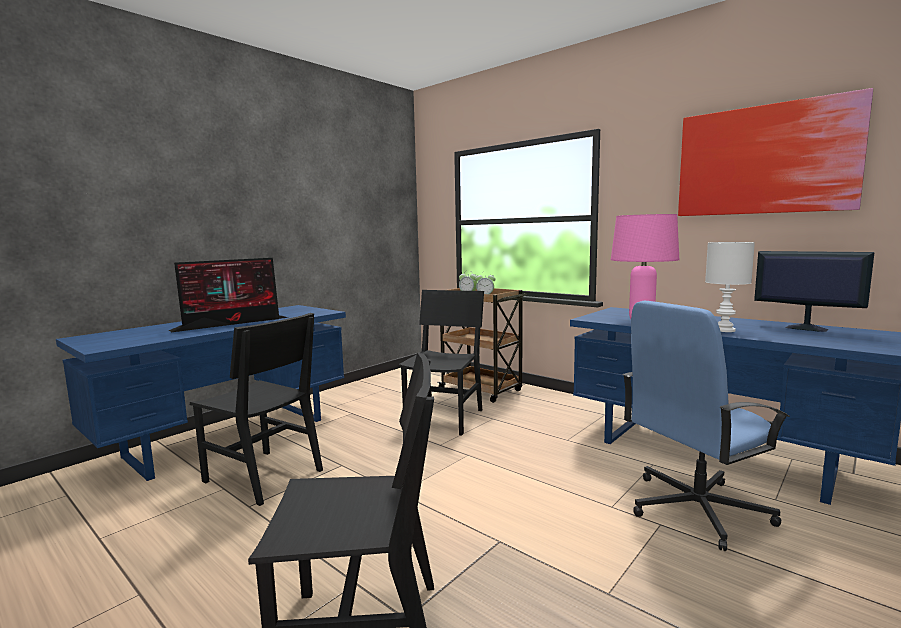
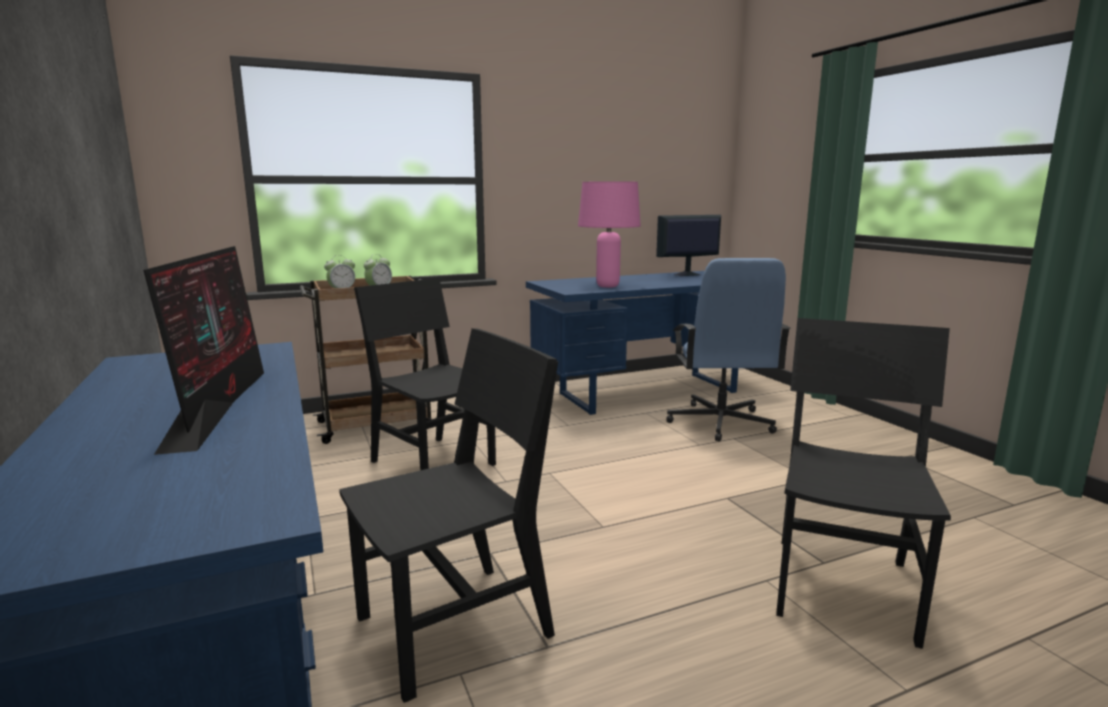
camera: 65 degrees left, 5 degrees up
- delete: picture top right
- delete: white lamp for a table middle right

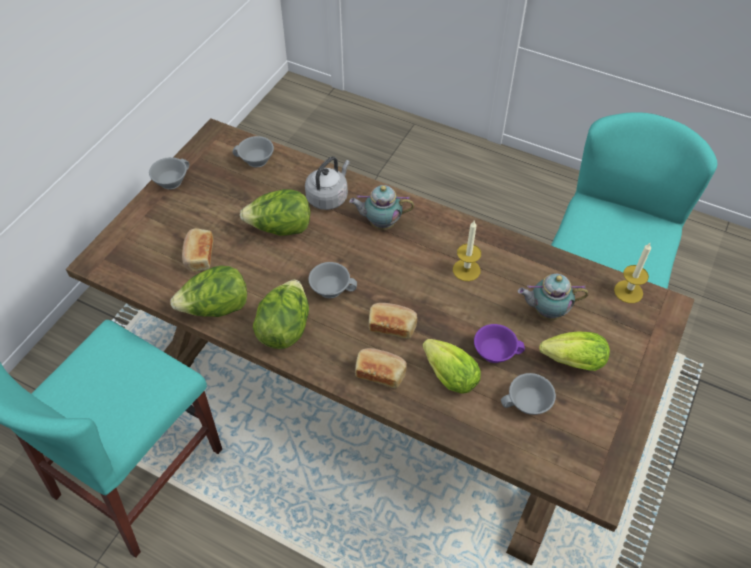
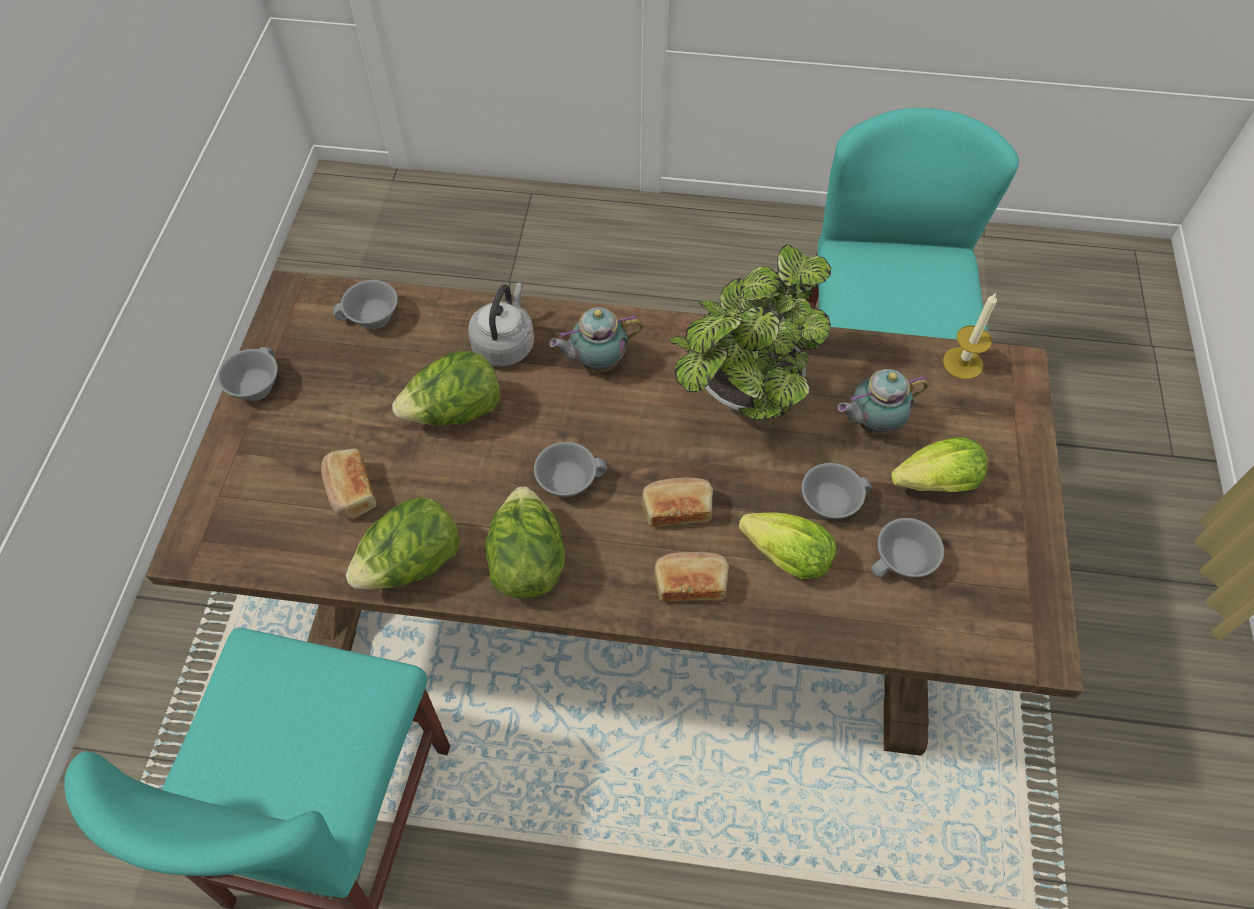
camera: 20 degrees left, 5 degrees up
- replace: candle (1st from left) centre to potted plant centre
- recolor: purple-coloured drinking cup centre to gray drinking cup (4th from left) middle right

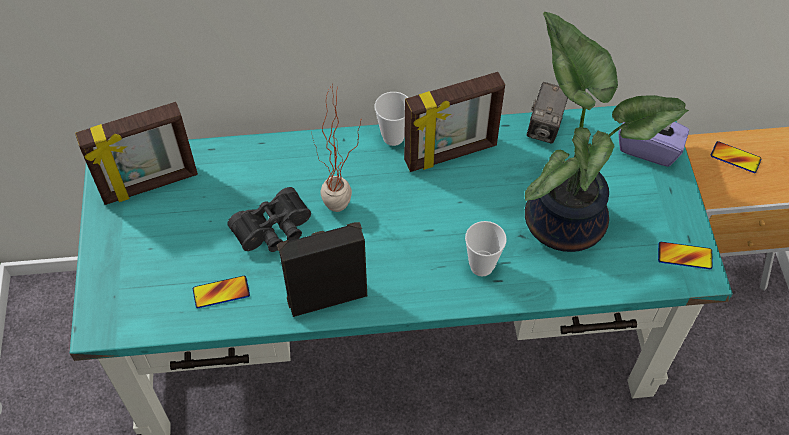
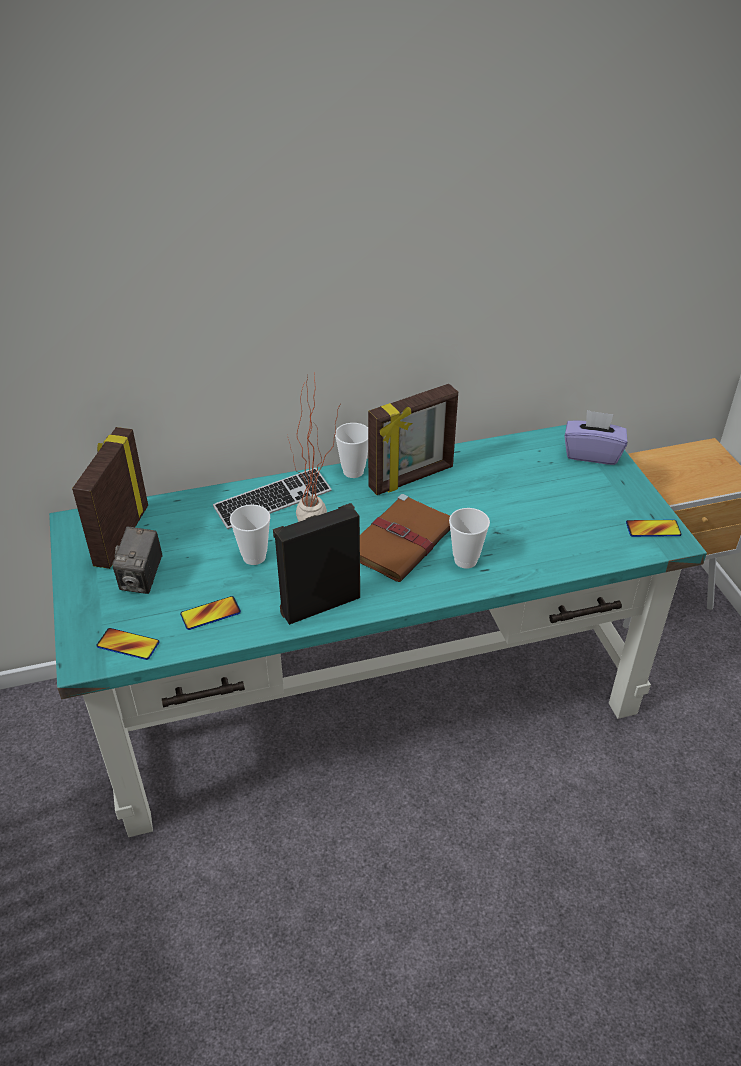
camera: 10 degrees left, 15 degrees down
- delete: potted plant (2nd from left) top right
- insert: PC keyboard centre
- insert: brown-coloured book centre
- move: photo camera top right to middle left
- move: handset (3rd from left in the first image) middle right to handset (1st from left) middle left
- replace: black-coloured pair of binoculars centre to drinking cup (1st from left) centre
- rotate: standing frame (1st from left) middle left = middle left 135 degrees clockwise

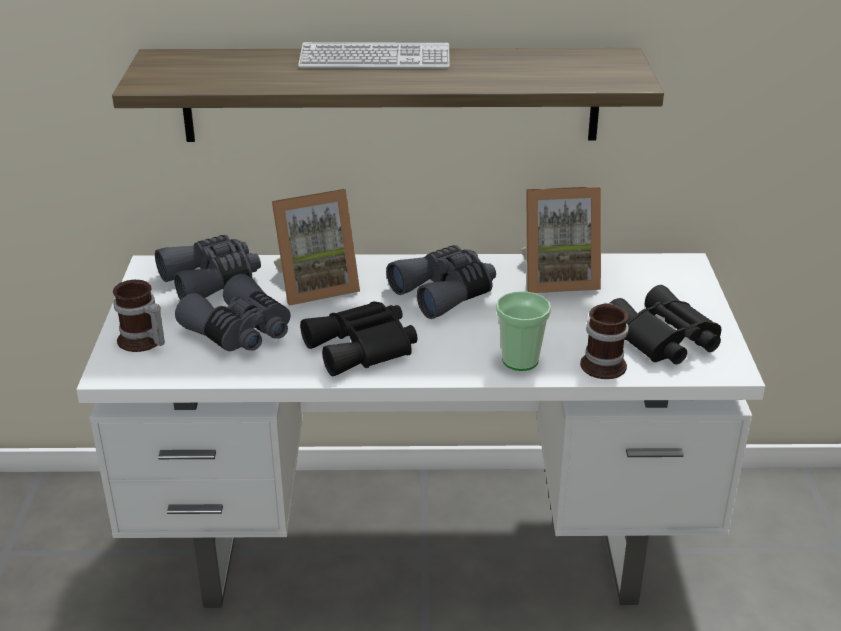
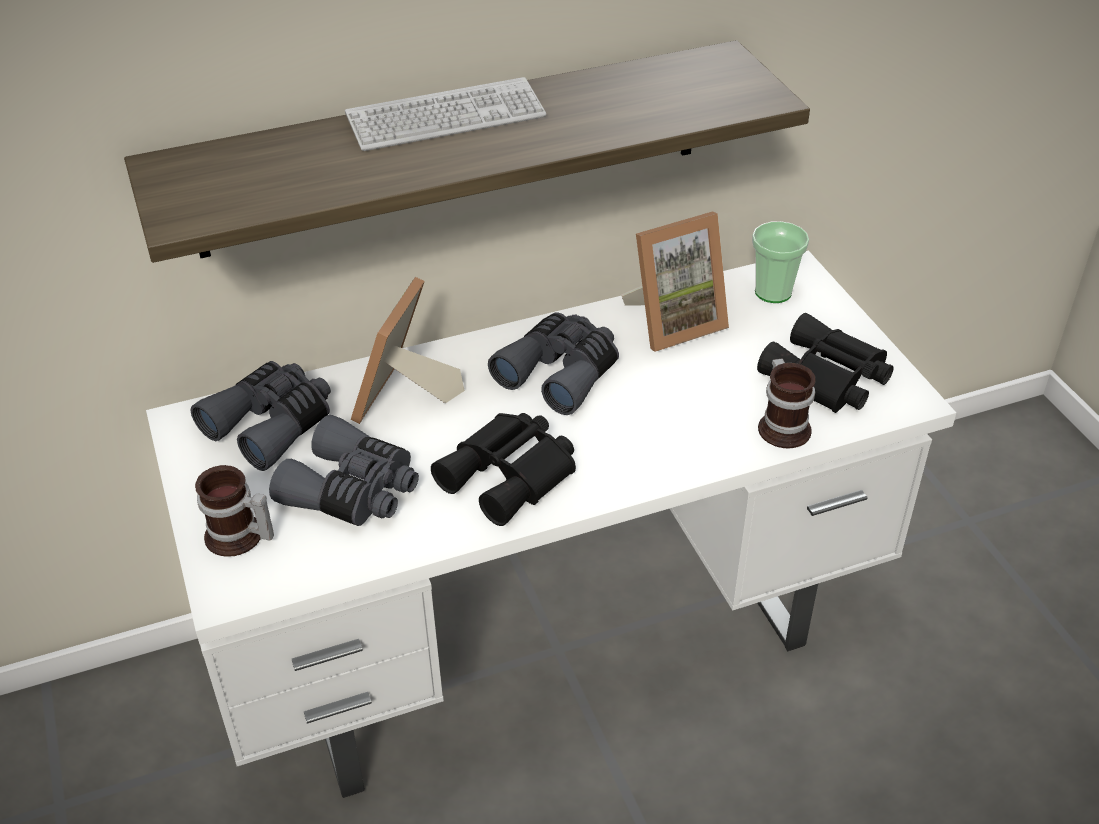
camera: 20 degrees left, 10 degrees up
- move: drinking cup centre to top right
- rotate: standing frame (1st from left) centre = centre 150 degrees clockwise

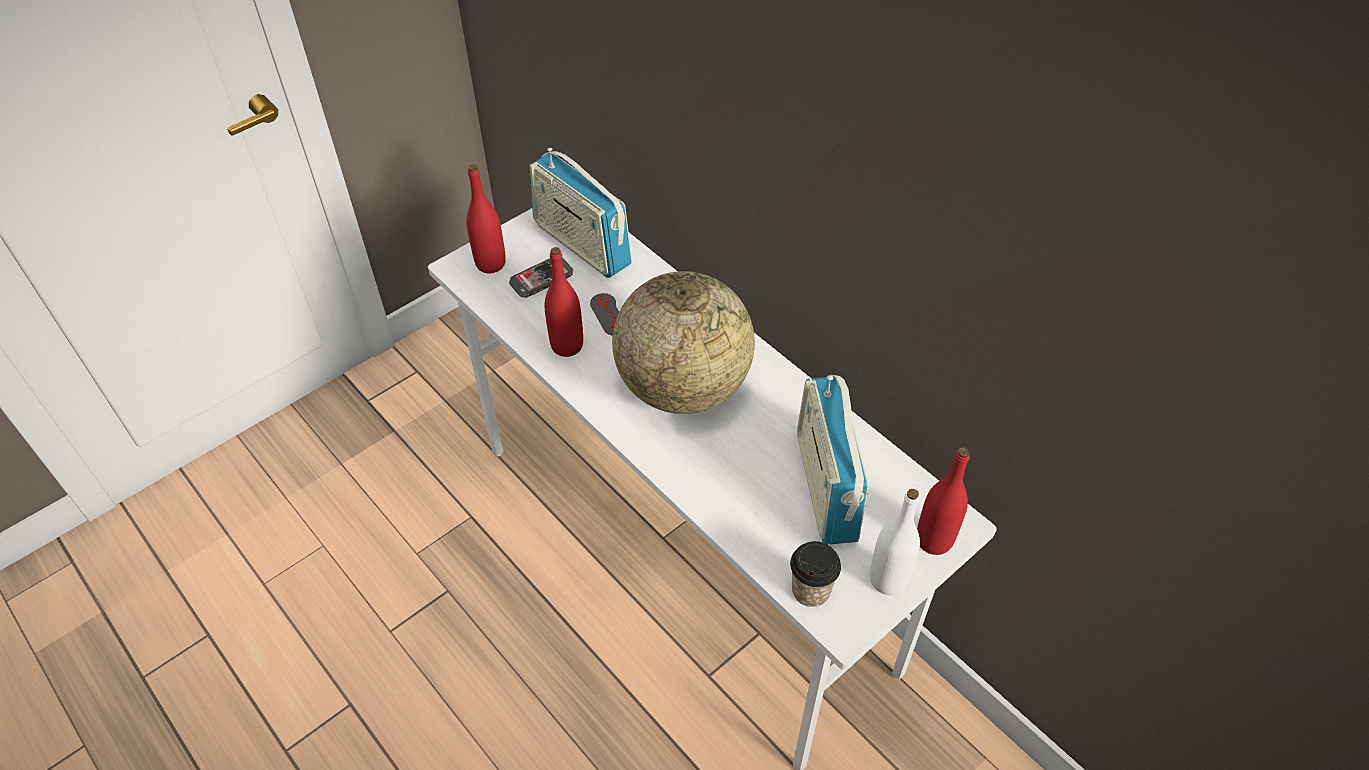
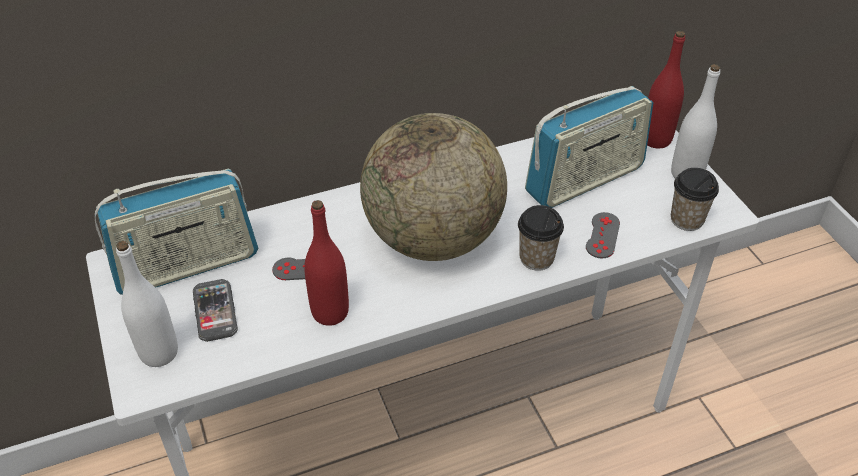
camera: 70 degrees left, 5 degrees down
- insert: drinking cup (1st from left) centre
- insert: gray gamepad (2nd from left) middle right
- recolor: red-coloured drink bottle (1st from left) top centre to white drink bottle (1st from left) middle left
- rotate: radio (2nd from left) centre = top right 45 degrees counterclockwise

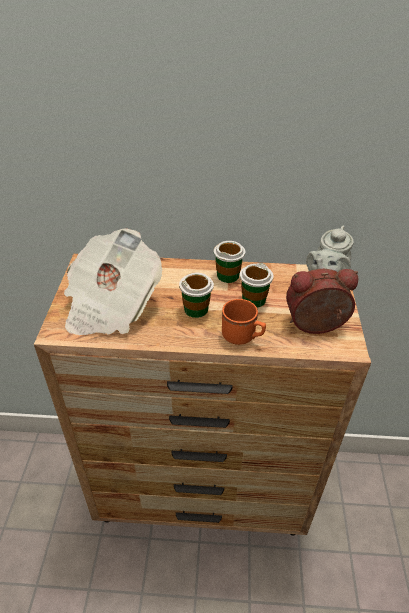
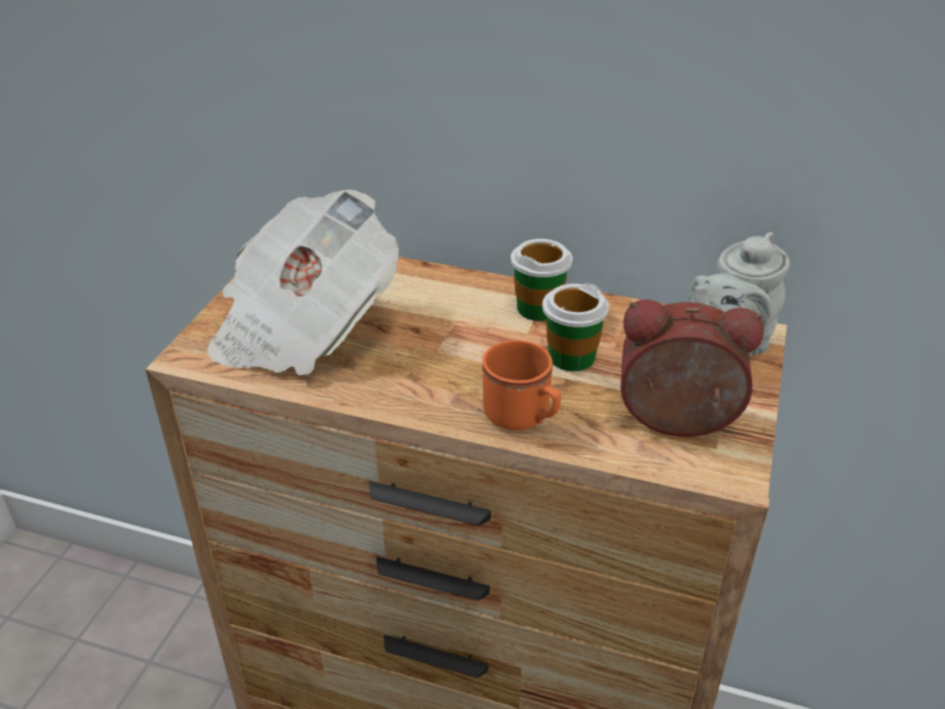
camera: 15 degrees right, 5 degrees down
- delete: drinking cup (1st from left) centre

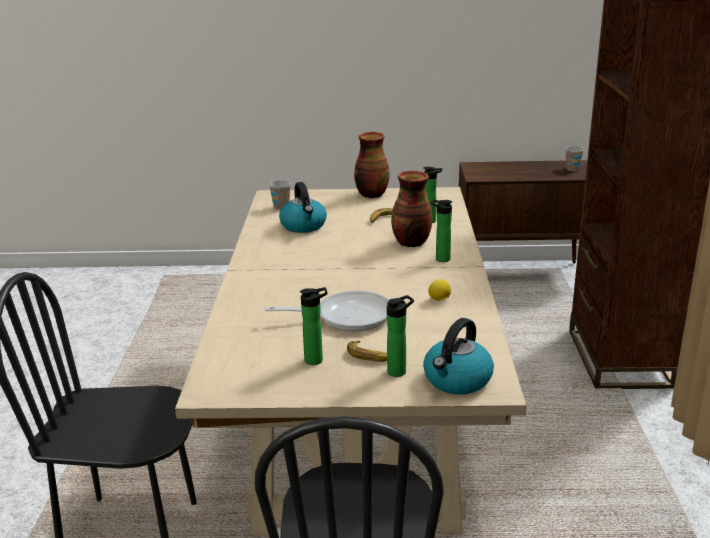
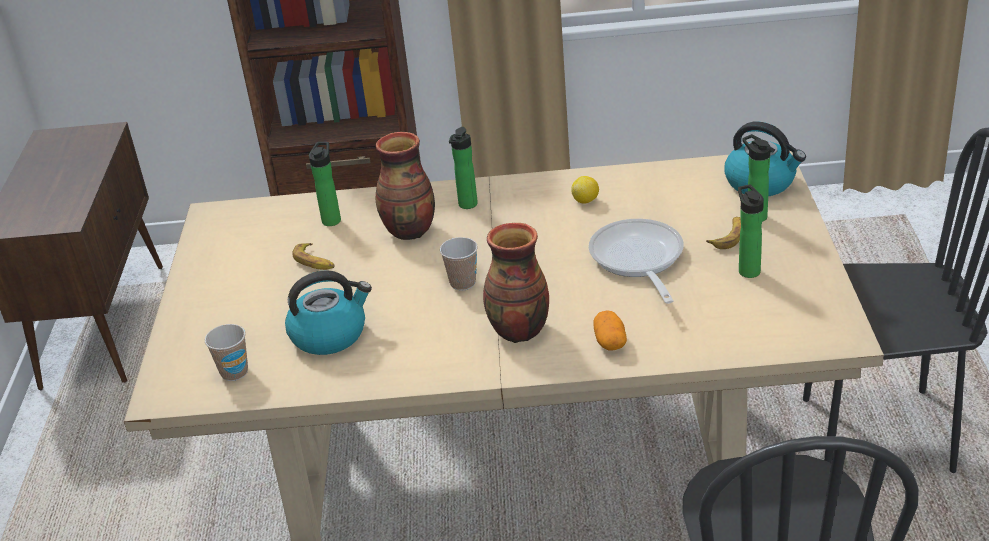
camera: 90 degrees left, 10 degrees up
- insert: whole potato centre
- move: decorative vase (1st from left in the first image) top centre to decorative vase (2nd from left) centre
- move: drinking cup (2nd from left) top right to centre

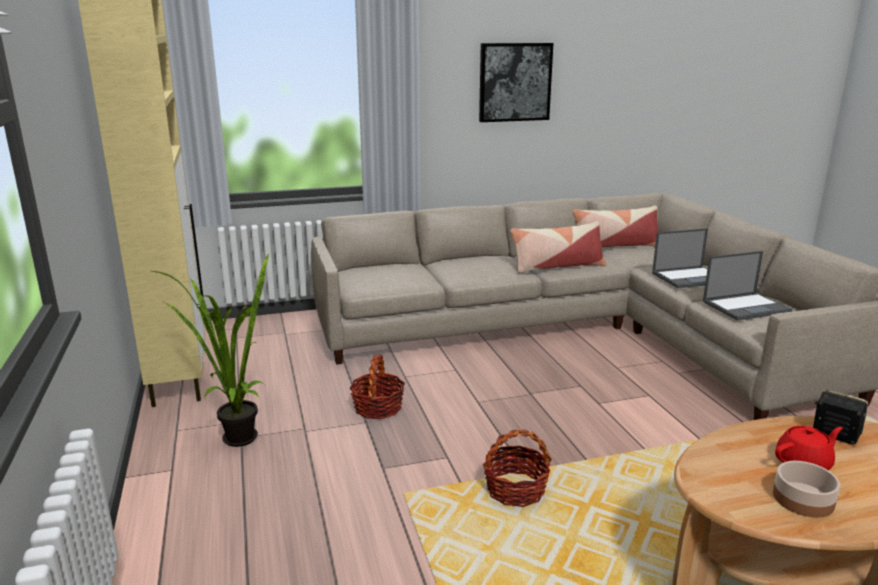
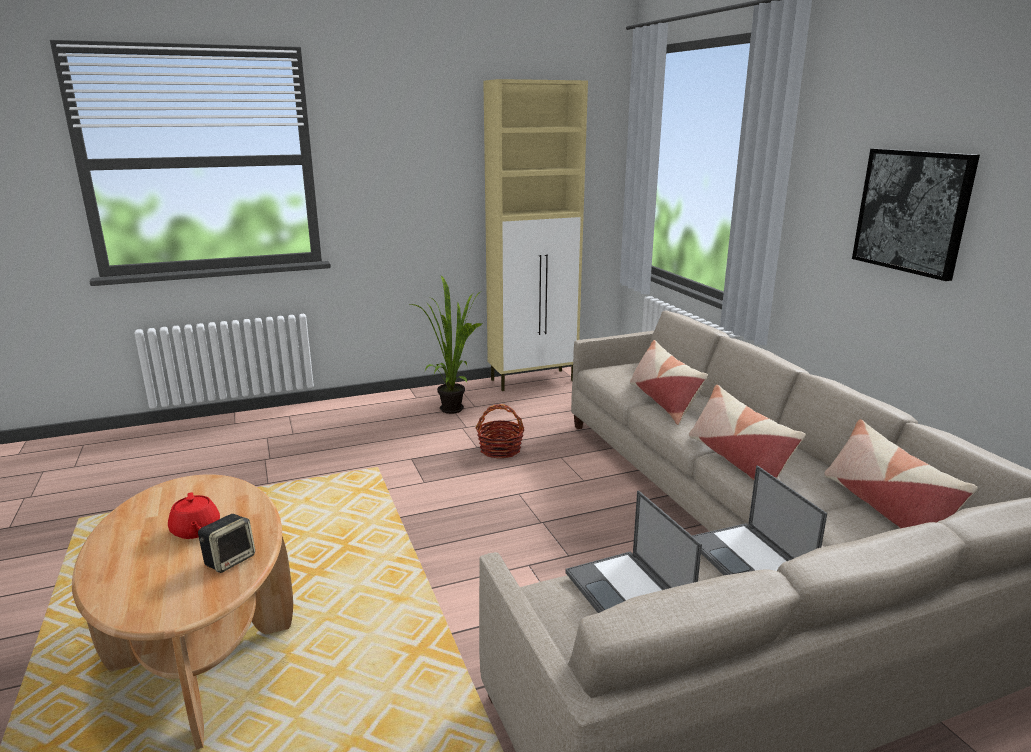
camera: 85 degrees right, 0 degrees up
- delete: basket (2nd from left) bottom centre
- delete: serving bowl bottom right
- insert: throw pillow (1st from left) centre

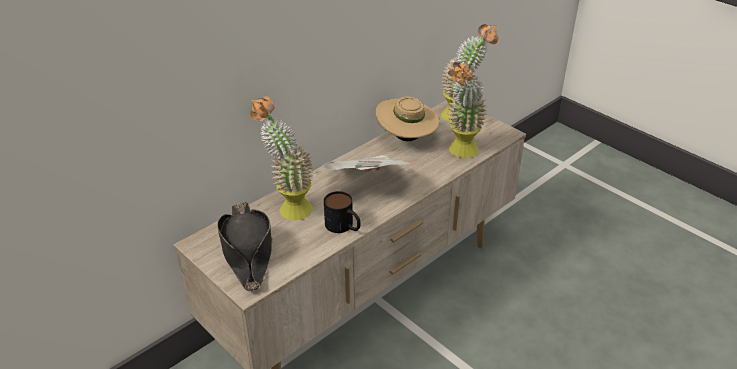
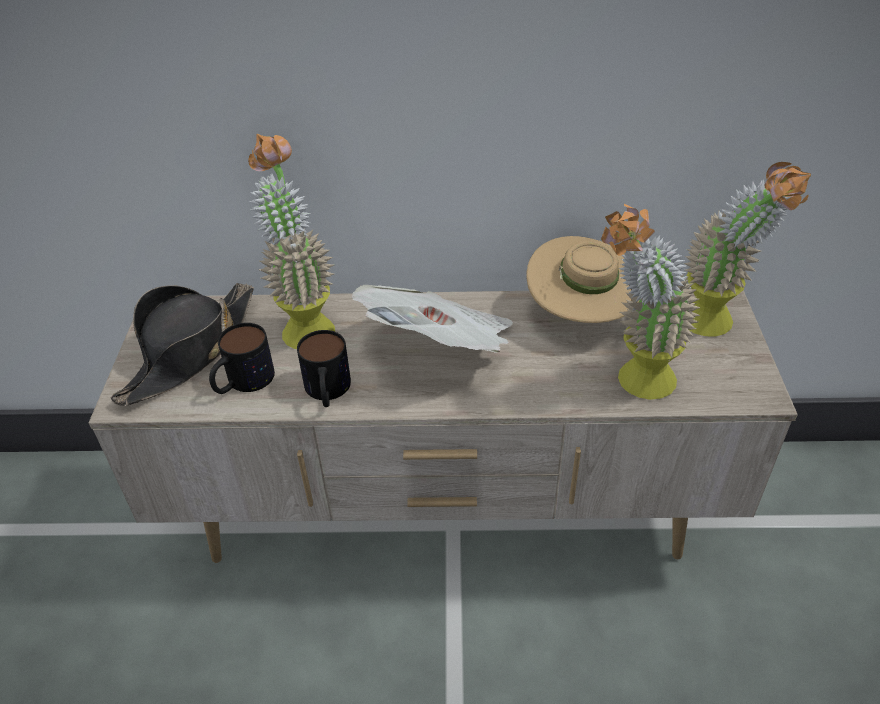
camera: 45 degrees right, 5 degrees up
- insert: tea mug (1st from left) middle left

